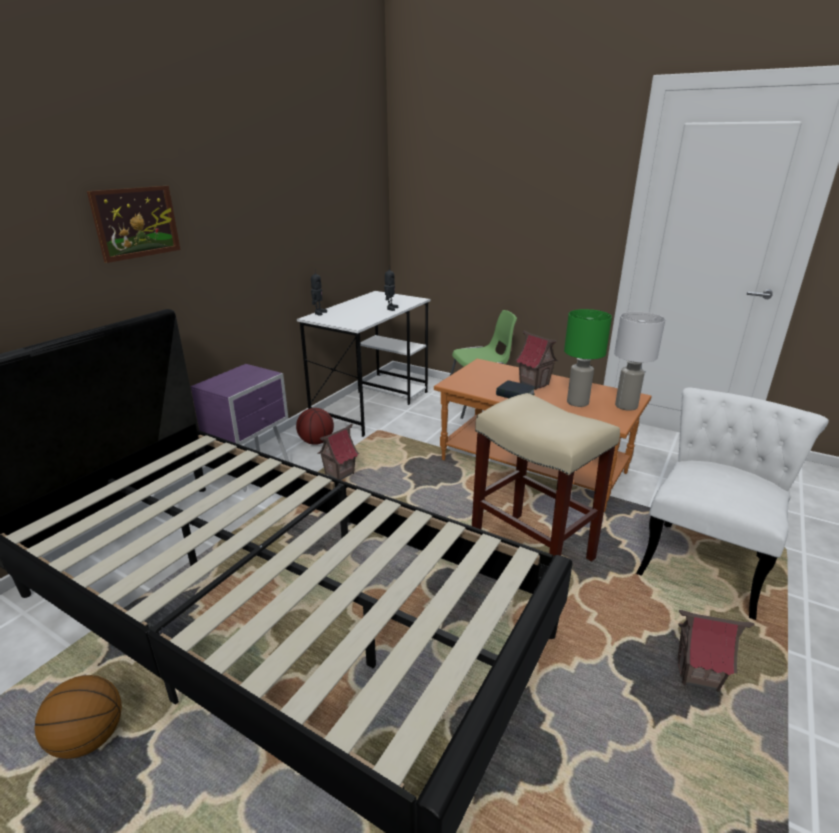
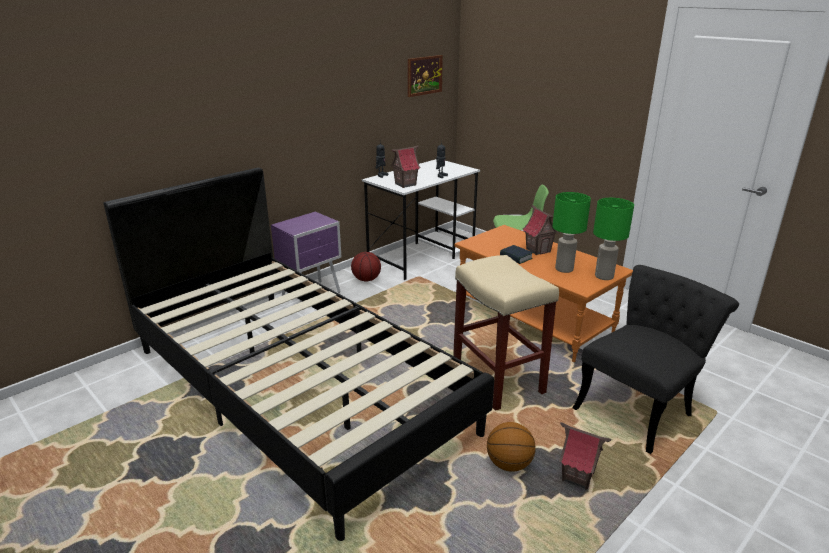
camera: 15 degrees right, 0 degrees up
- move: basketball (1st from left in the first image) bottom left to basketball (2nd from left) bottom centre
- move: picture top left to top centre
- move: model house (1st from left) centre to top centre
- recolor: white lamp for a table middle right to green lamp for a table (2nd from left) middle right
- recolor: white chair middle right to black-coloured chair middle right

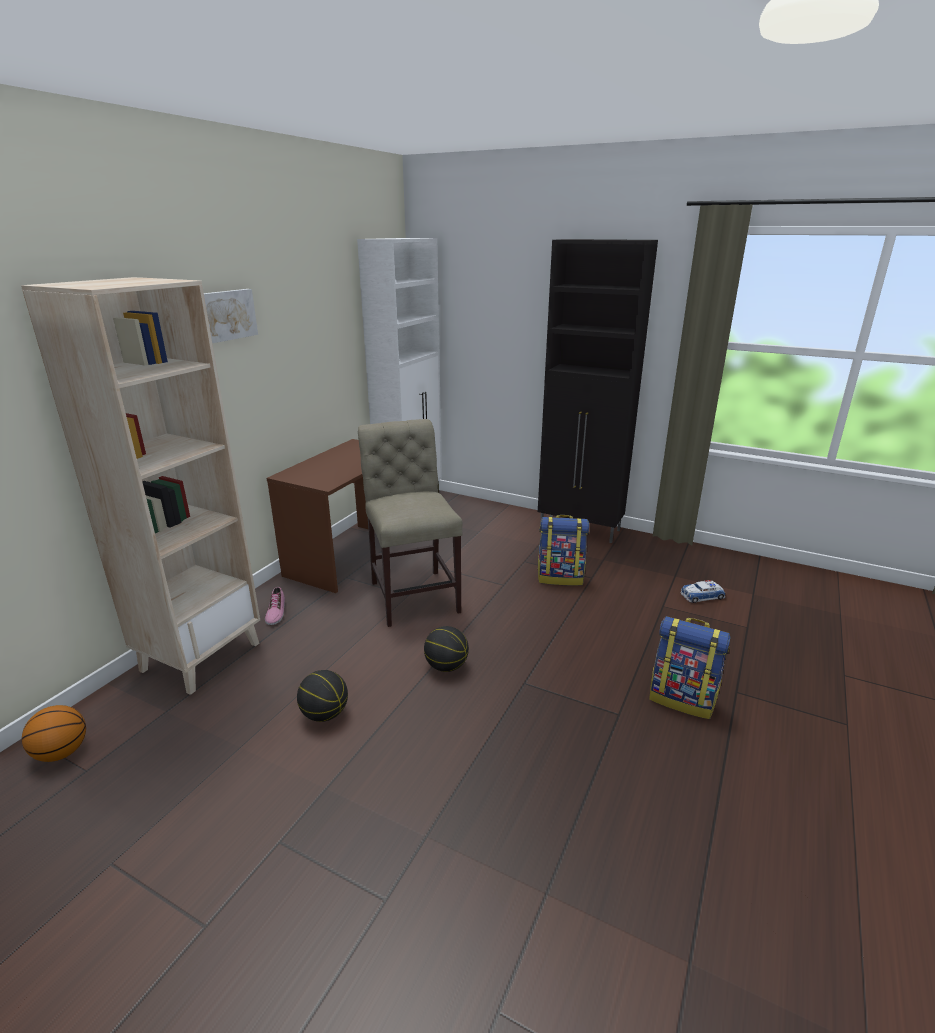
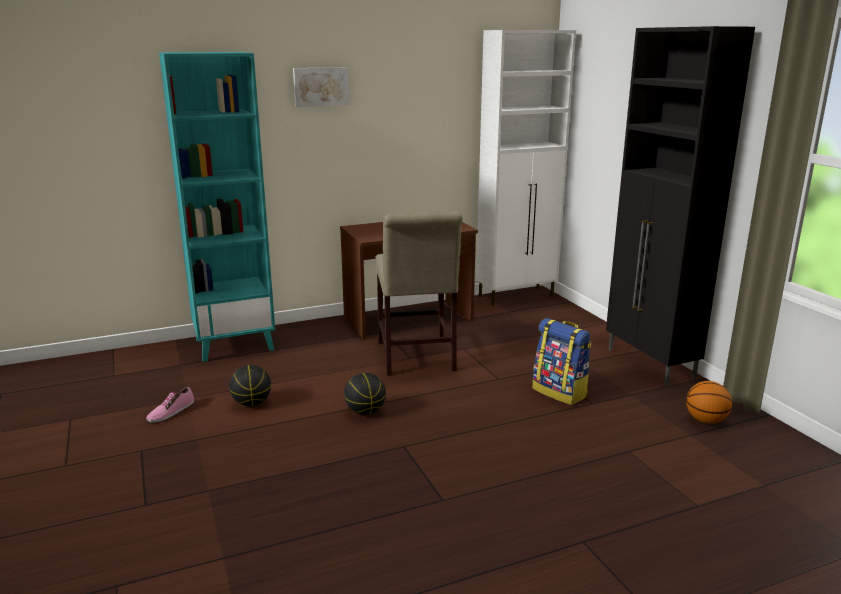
camera: 40 degrees right, 5 degrees down
- delete: knapsack (2nd from left) middle right
- delete: toy car middle right
- move: basketball (1st from left in the first image) bottom left to basketball (3rd from left) bottom right
- move: shoe middle left to bottom left
- recolor: sand-coloured shelving unit middle left to turquoise-coloured shelving unit middle left
- rotate: sand-coloured chair centre = centre 150 degrees clockwise

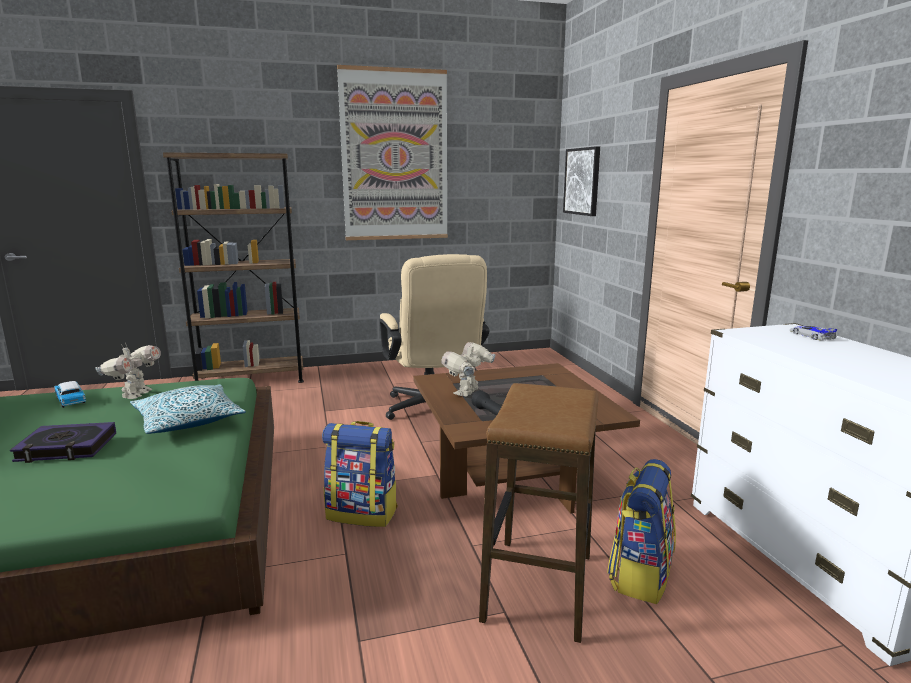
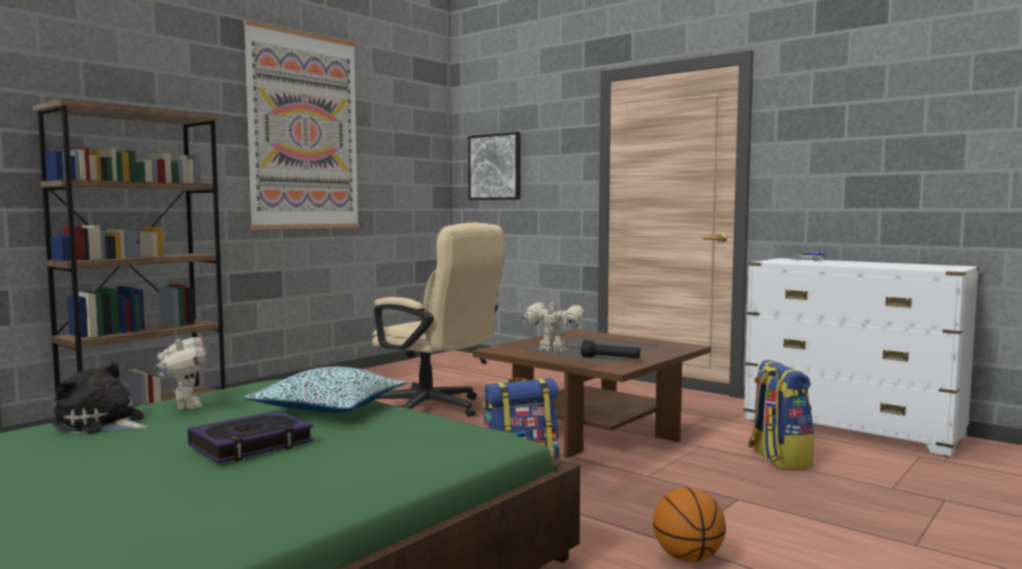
camera: 35 degrees left, 10 degrees down
- delete: stool seat bottom centre
- insert: basketball bottom right
- replace: toy car (1st from left) middle left to soft toy bottom left
- rotate: robot figure (2nd from left) centre = centre 120 degrees clockwise

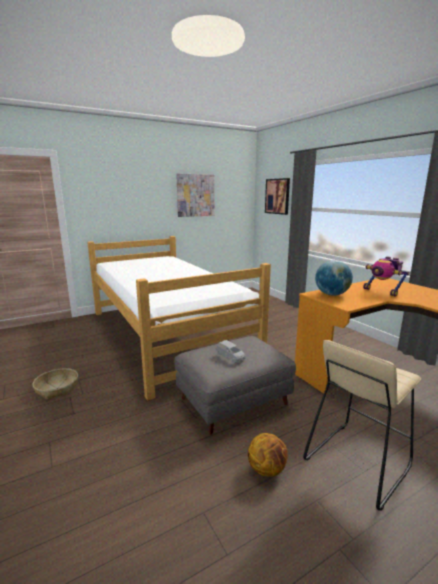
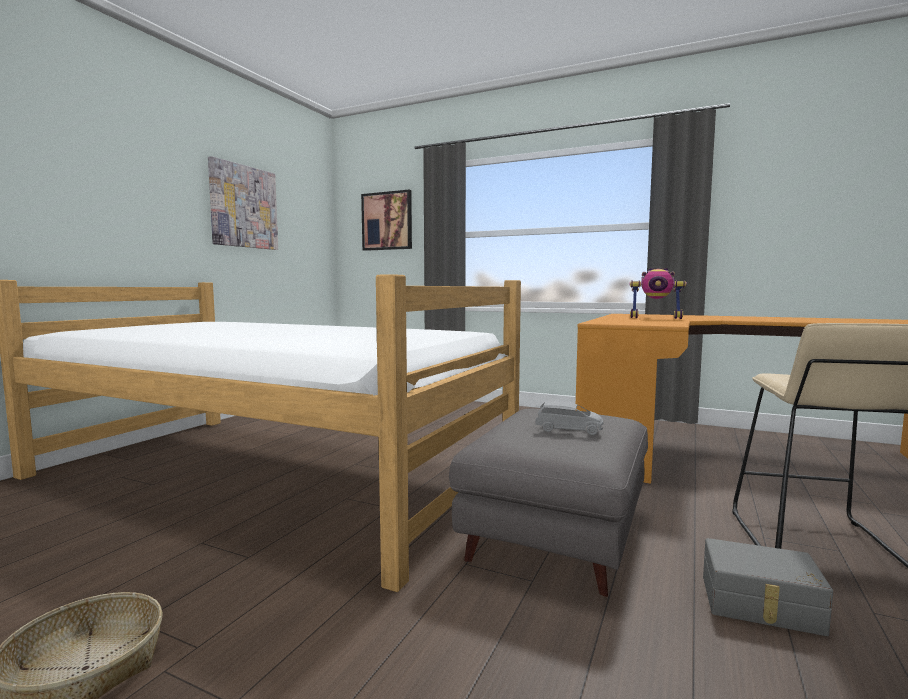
camera: 35 degrees left, 10 degrees down
- delete: world globe middle right
- replace: basketball bottom centre to gray storage bin bottom right

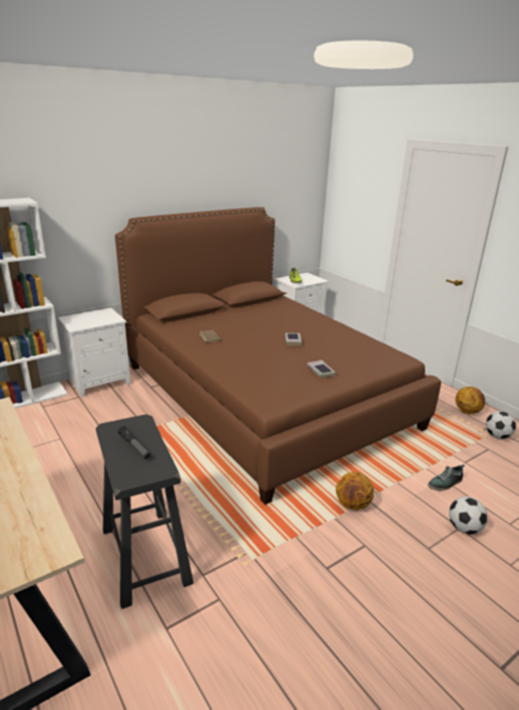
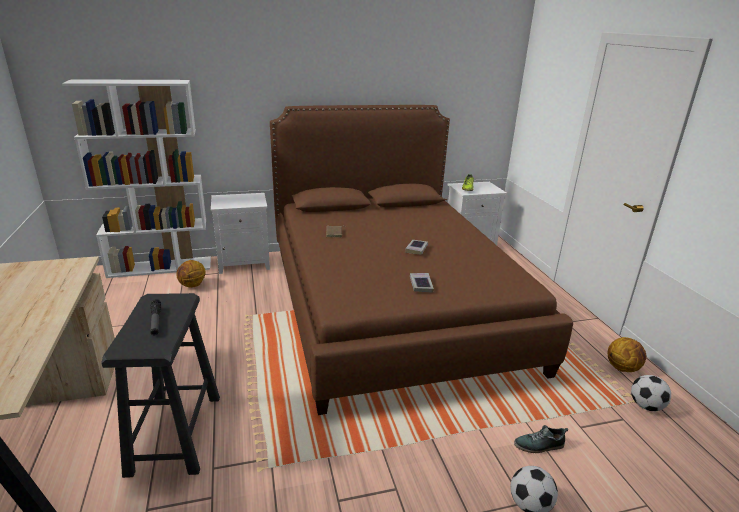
camera: 20 degrees right, 0 degrees up
- move: basketball (1st from left) bottom right to middle left

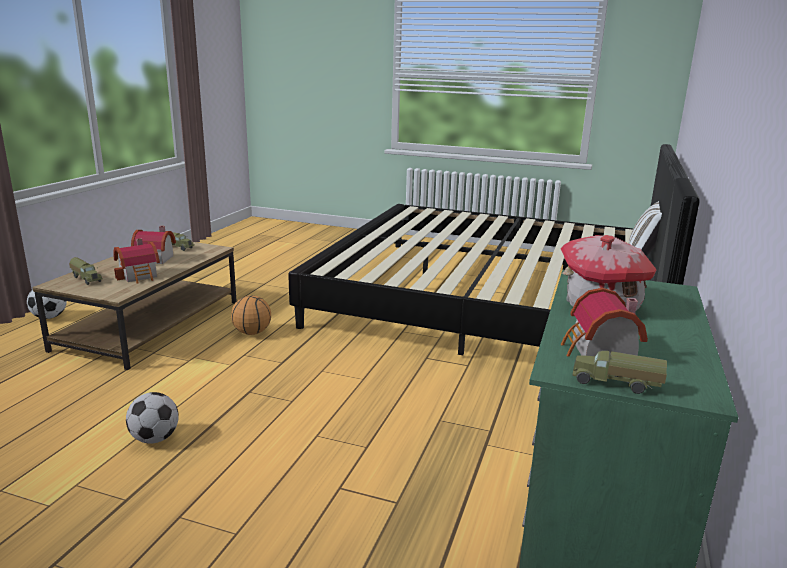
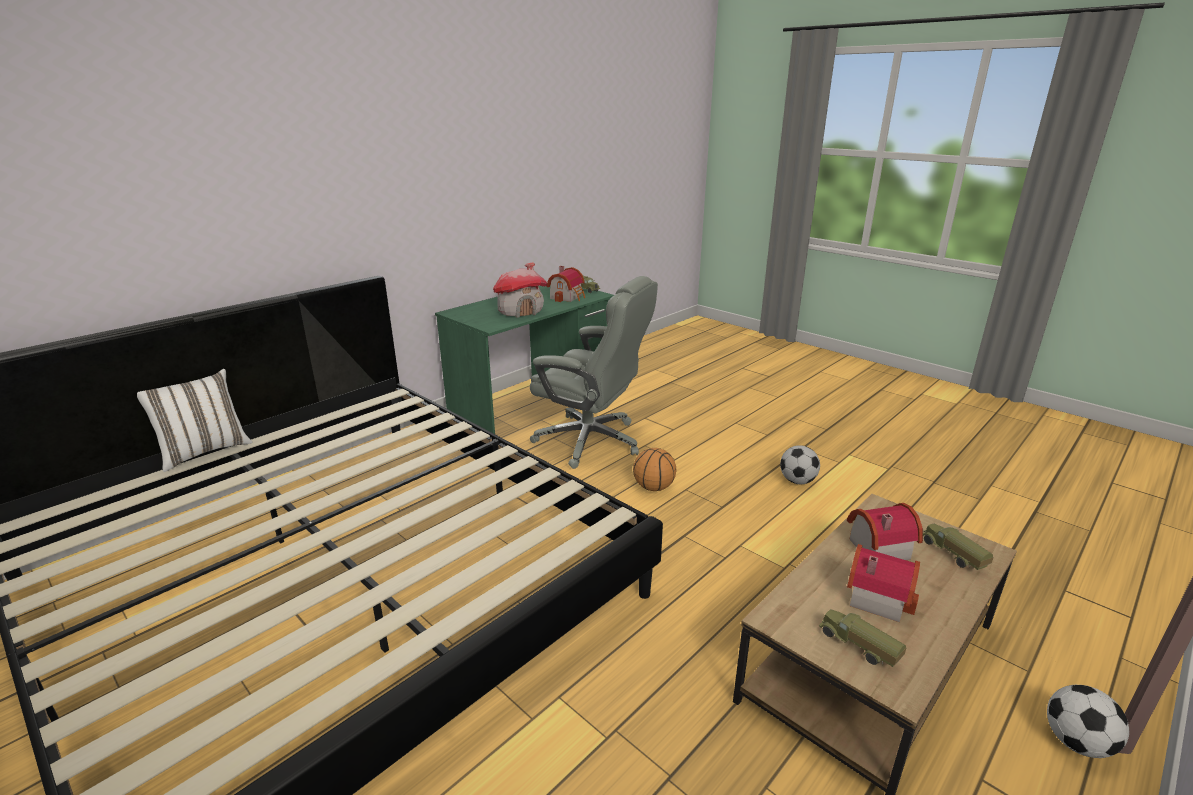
camera: 155 degrees left, 5 degrees up
- insert: gray computer chair centre
- move: basketball middle left to centre

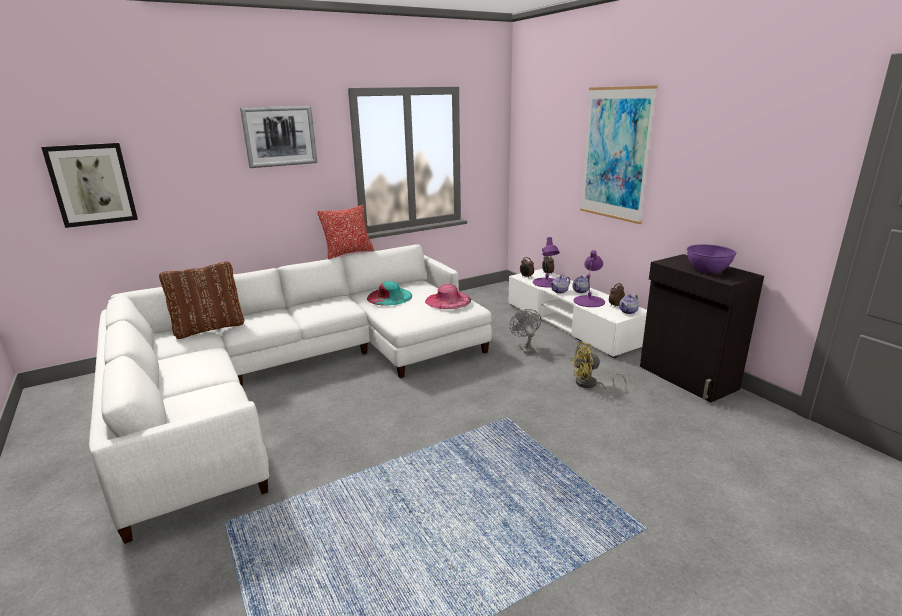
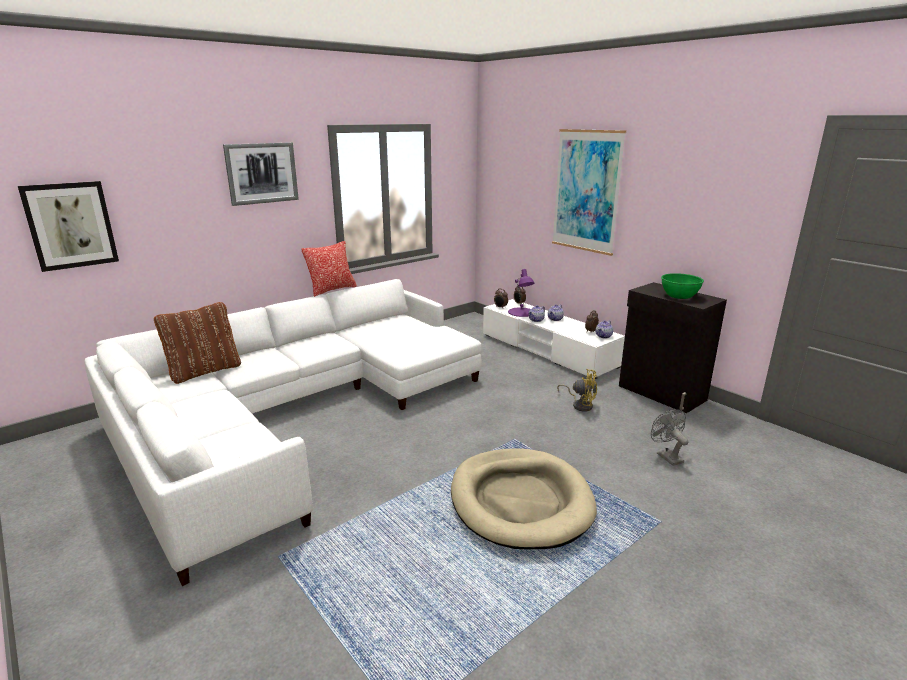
camera: 10 degrees left, 0 degrees up
- delete: turquoise-coloured wearable hat centre
- delete: pink-coloured wearable hat centre
- delete: purple-coloured lamp for a table (2nd from left) centre
- insert: sand-coloured pet bed bottom centre
- move: gray cooling fan centre to middle right
- recolor: purple-coloured serving bowl middle right to green serving bowl middle right
- rotate: yellow cooling fan centre = centre 135 degrees counterclockwise

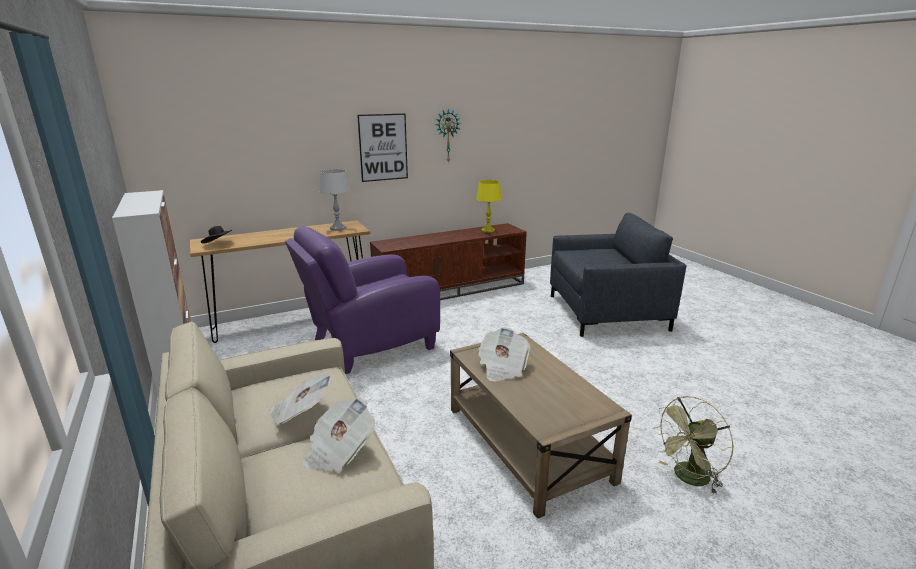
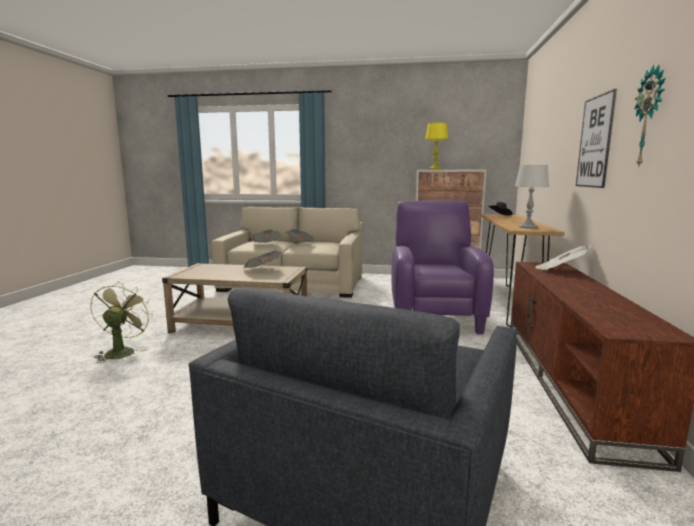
camera: 125 degrees right, 10 degrees down
- insert: daily paper (4th from left) middle right
- move: yellow lamp for a table centre to top centre

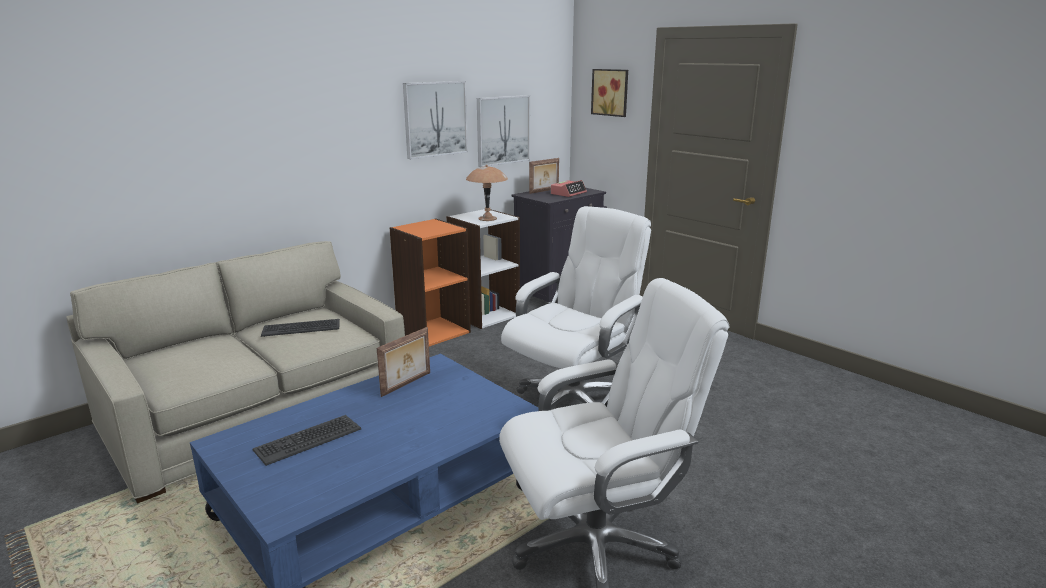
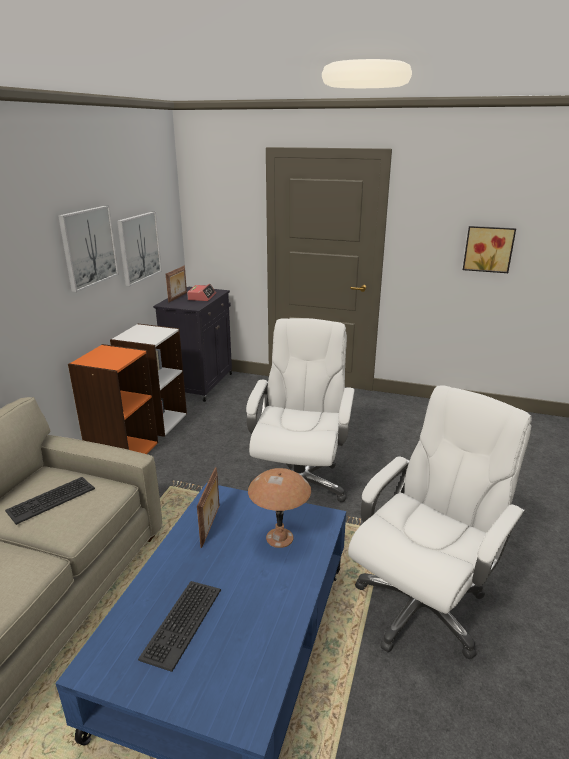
camera: 30 degrees left, 5 degrees up
- move: brown-coloured lamp for a table top centre to bottom centre
- move: picture (3rd from left) top centre to top right

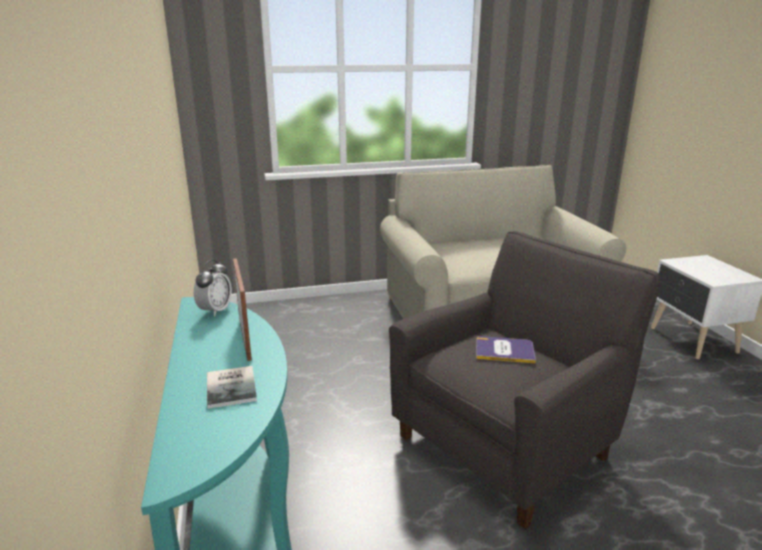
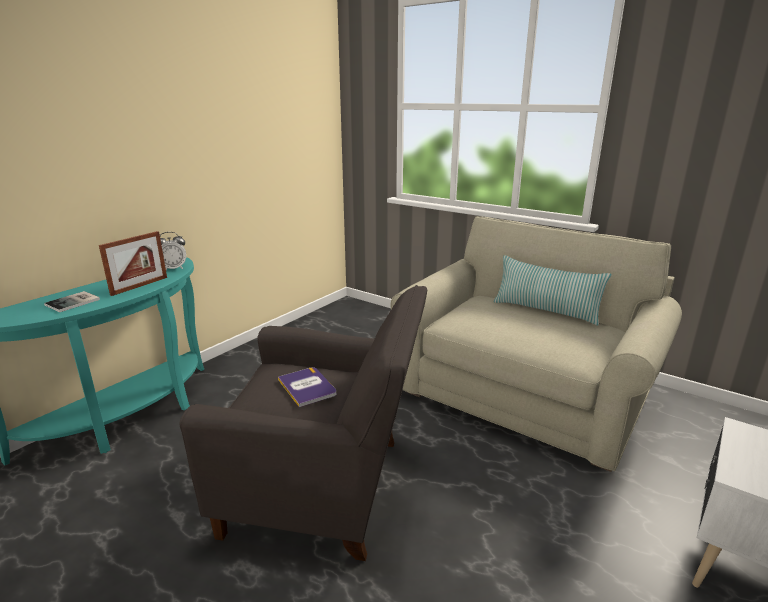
camera: 50 degrees right, 0 degrees up
- insert: throw pillow middle right

